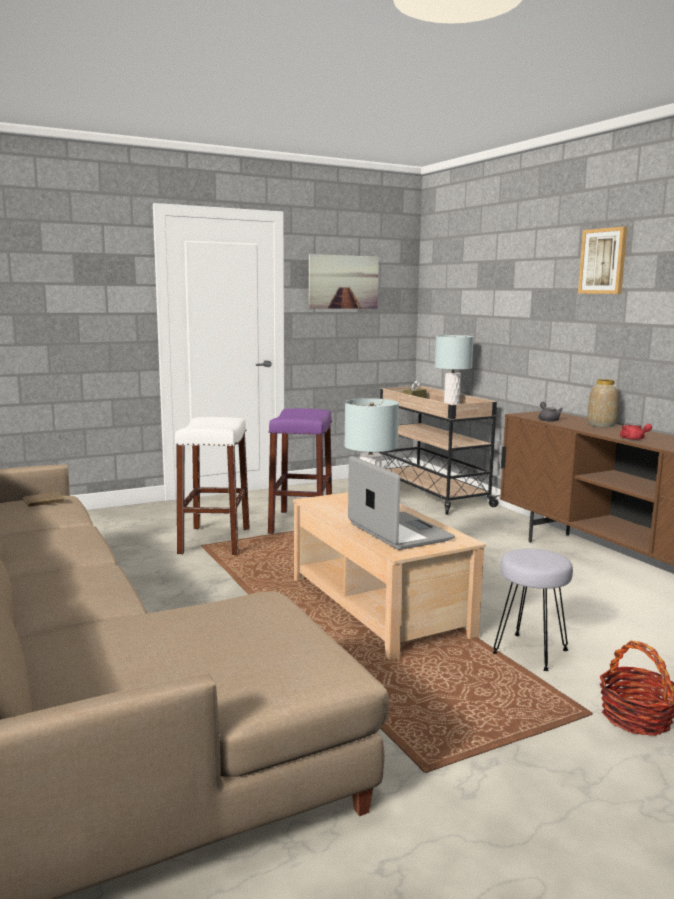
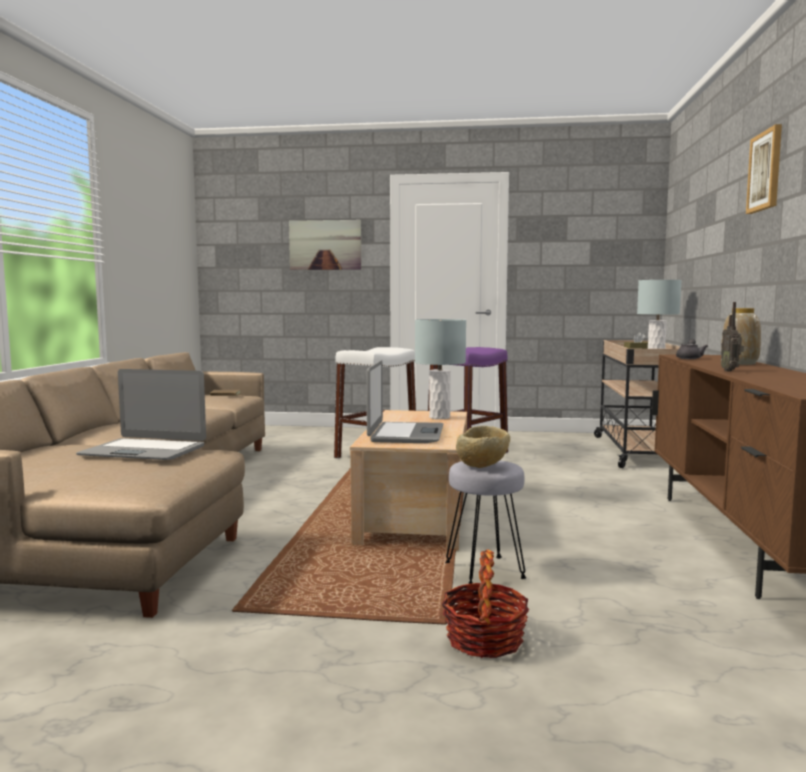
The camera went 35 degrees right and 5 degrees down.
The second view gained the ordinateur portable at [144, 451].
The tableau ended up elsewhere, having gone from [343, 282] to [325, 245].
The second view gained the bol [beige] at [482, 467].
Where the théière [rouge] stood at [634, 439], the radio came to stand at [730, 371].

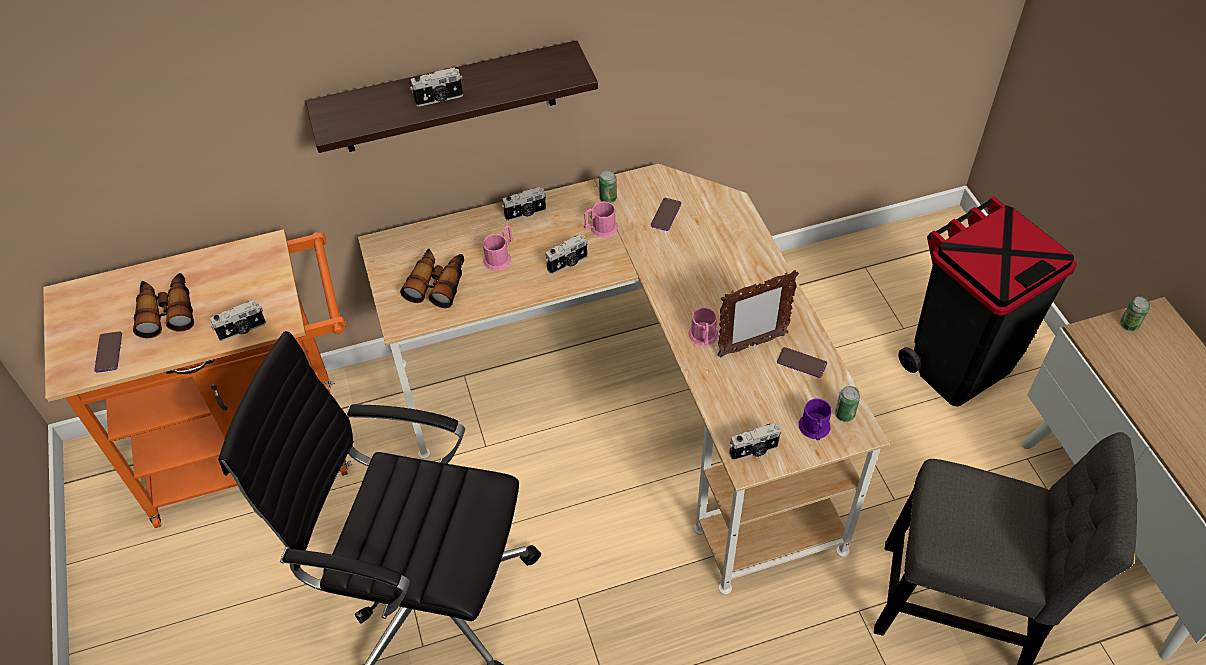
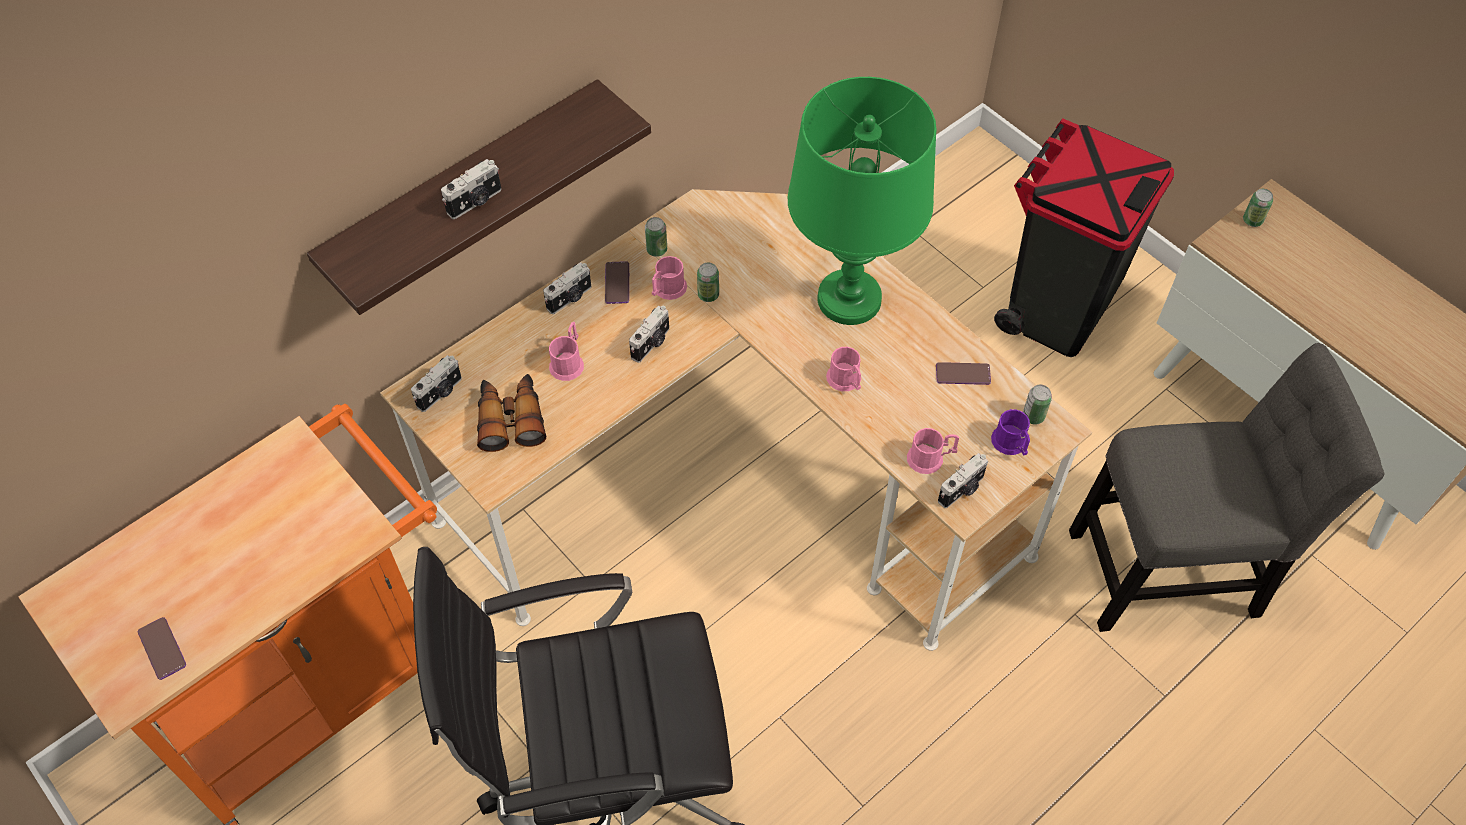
The camera went 25 degrees left and 5 degrees up.
The appareil photo ended up elsewhere, having gone from [242, 330] to [441, 393].
The téléphone ended up elsewhere, having gone from [666, 215] to [617, 283].
The second view gained the boîte métallique at [708, 295].
The second view gained the lampe de table [vert] at [849, 299].
The second view gained the mug [rose] at [930, 458].
The second view lost the jumelles at [167, 310].
The second view lost the cadre photo at [751, 345].

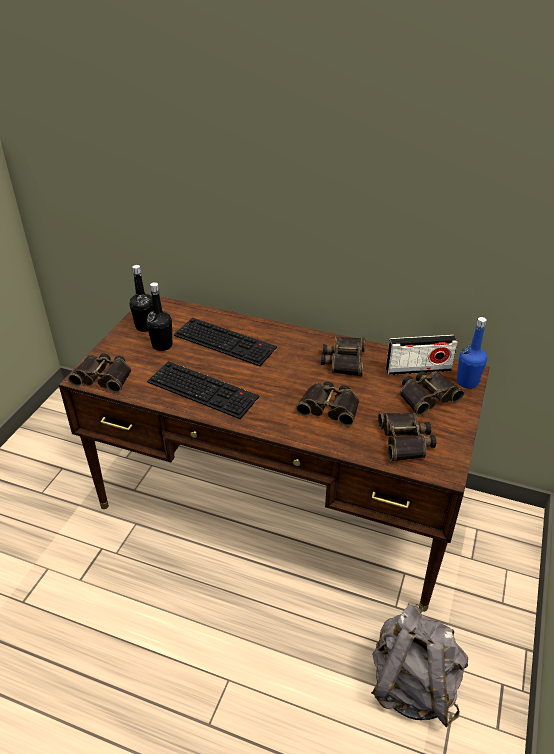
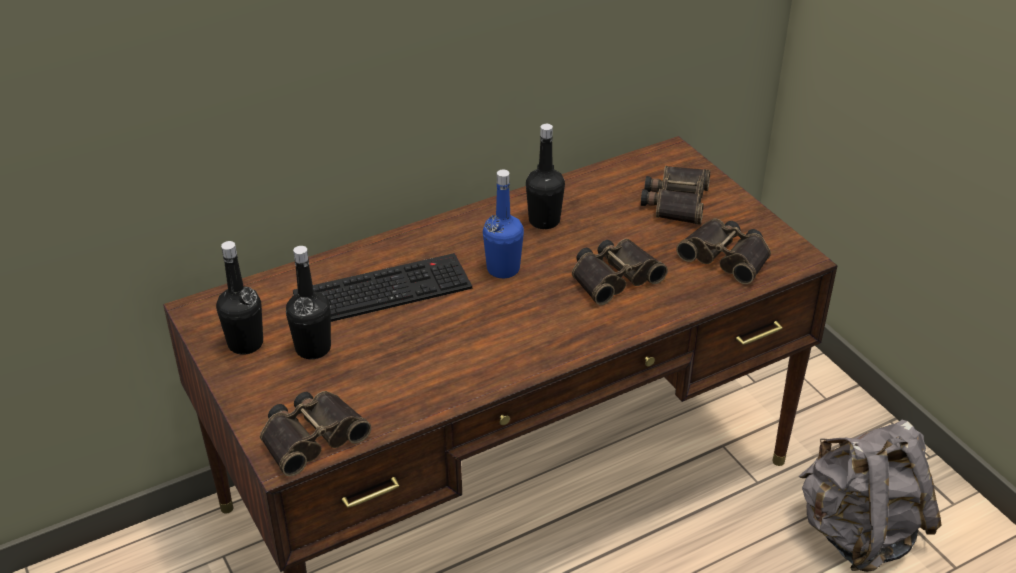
The camera went 50 degrees left and 0 degrees up.
The bouteille [bleu] ended up elsewhere, having gone from [467, 382] to [503, 269].
Where the jumelles stood at [343, 360], the bouteille [noir] came to stand at [544, 221].
The second view lost the clavier at [204, 389].
The second view lost the radio at [418, 369].

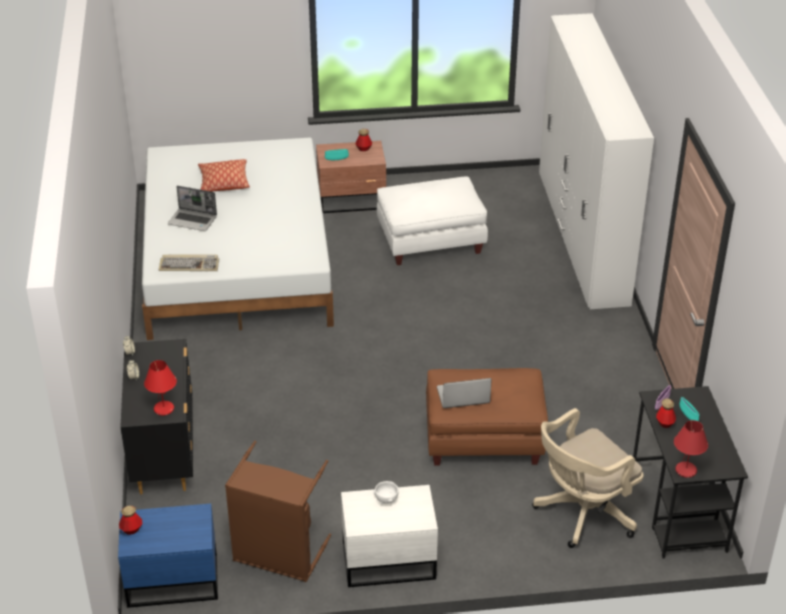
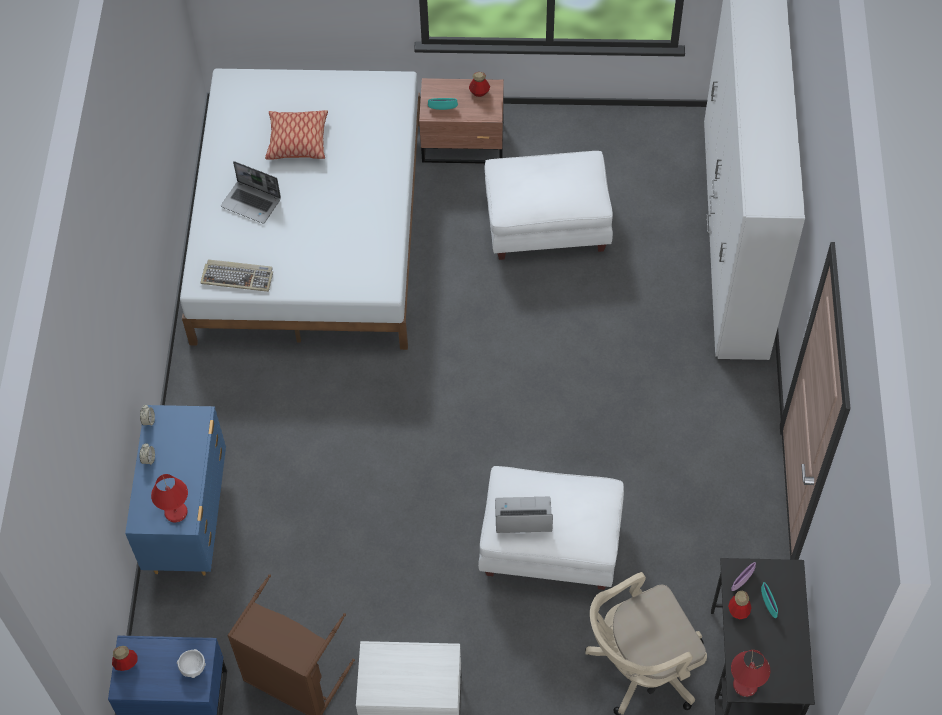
The camera went 10 degrees right and 20 degrees up.
What was the commode [noir] at [164, 453] turned into the commode [bleu] at [189, 518].
The bol [blanc] ended up elsewhere, having gone from [386, 499] to [193, 667].
What was the pouf [marron] at [483, 440] turned into the pouf [blanc] at [549, 545].

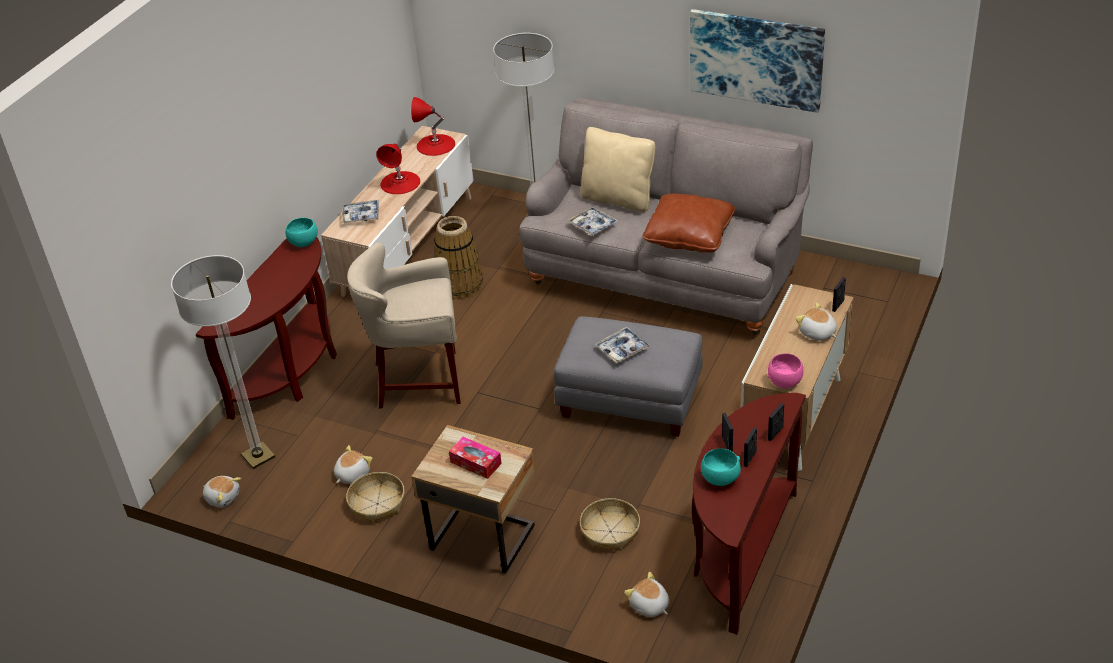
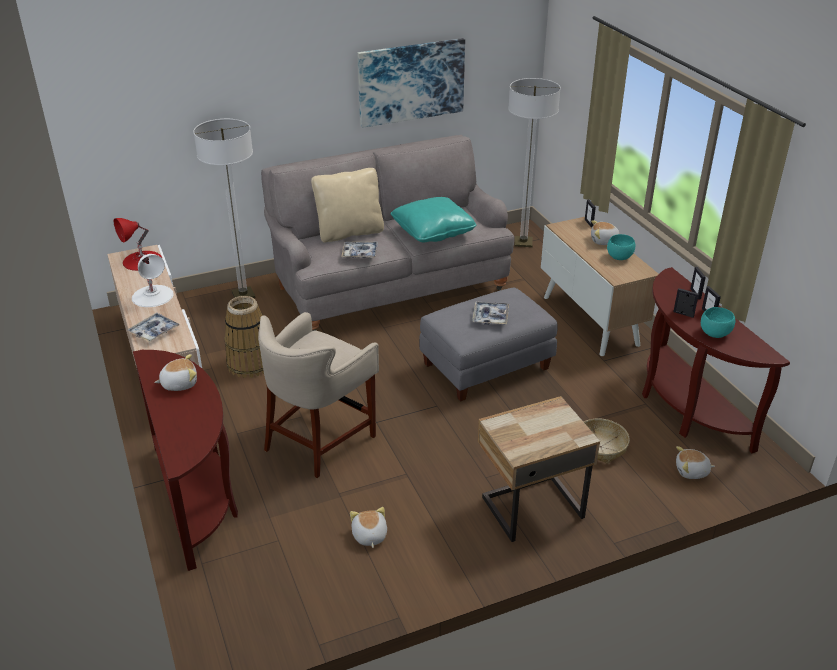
The camera went 50 degrees left and 5 degrees down.
What was the lampe de table [rouge] at [400, 182] turned into the lampe de table [blanc] at [152, 296].
The peluche ended up elsewhere, having gone from [223, 497] to [179, 383].
What was the coussin [marron] at [689, 235] turned into the coussin [turquoise] at [433, 231].
The lampadaire ended up elsewhere, having gone from [258, 456] to [523, 242].
The bol [turquoise] ended up elsewhere, having gone from [303, 243] to [619, 257].
The second view lost the panier at [377, 504].
The second view lost the boîte à mouchoirs at [476, 463].
The second view lost the bol [rose] at [785, 382].

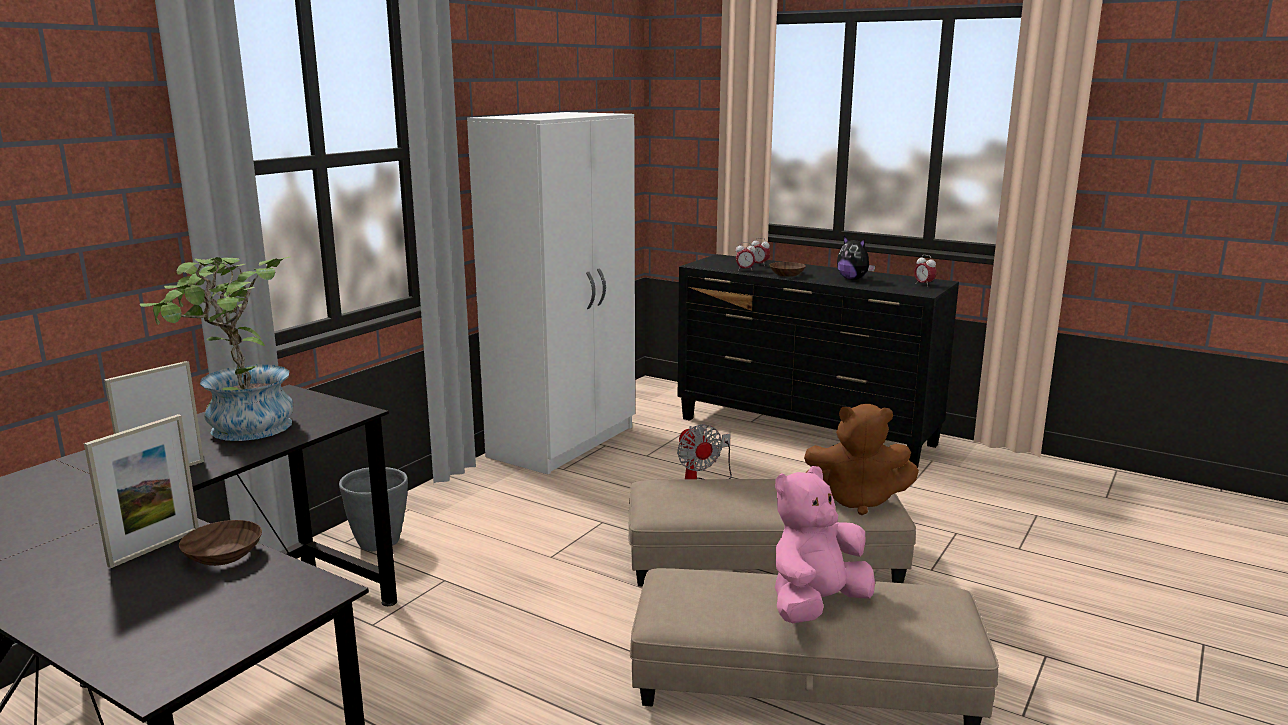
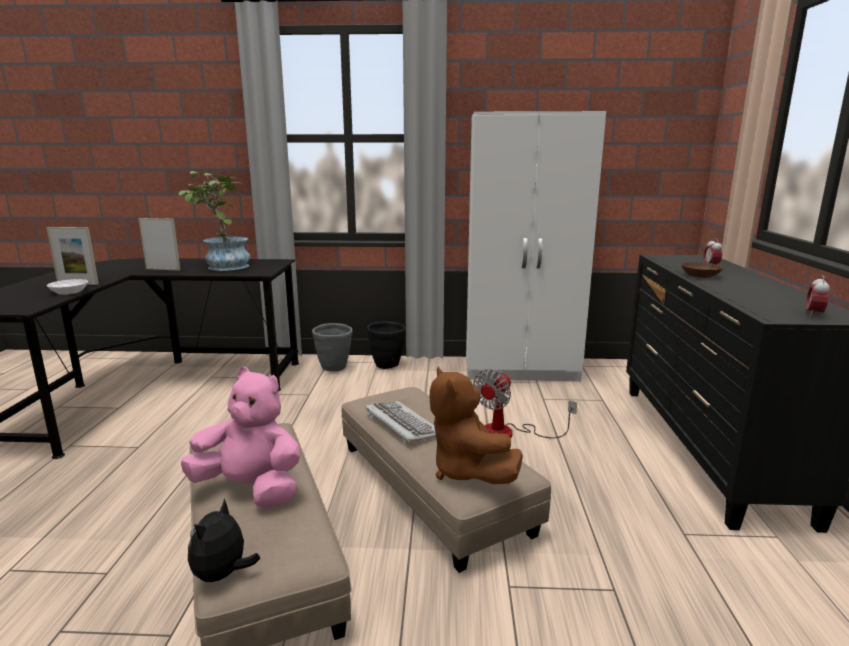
The camera went 60 degrees right and 0 degrees up.
What was the bol [marron] at [224, 554] turned into the bol [blanc] at [70, 292].
The peluche ended up elsewhere, having gone from [853, 279] to [223, 575].
The second view gained the clavier at [402, 424].
The second view gained the cache-pot [noir] at [387, 365].
The second view lost the réveil at [744, 270].

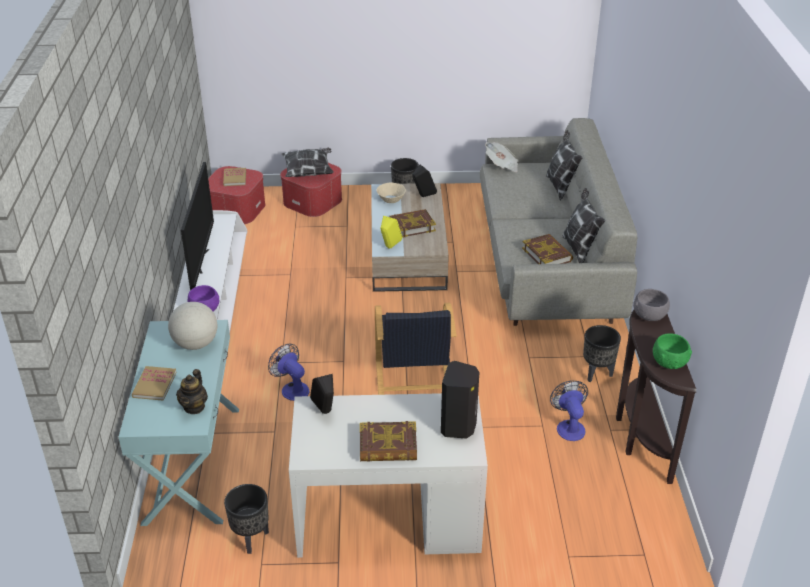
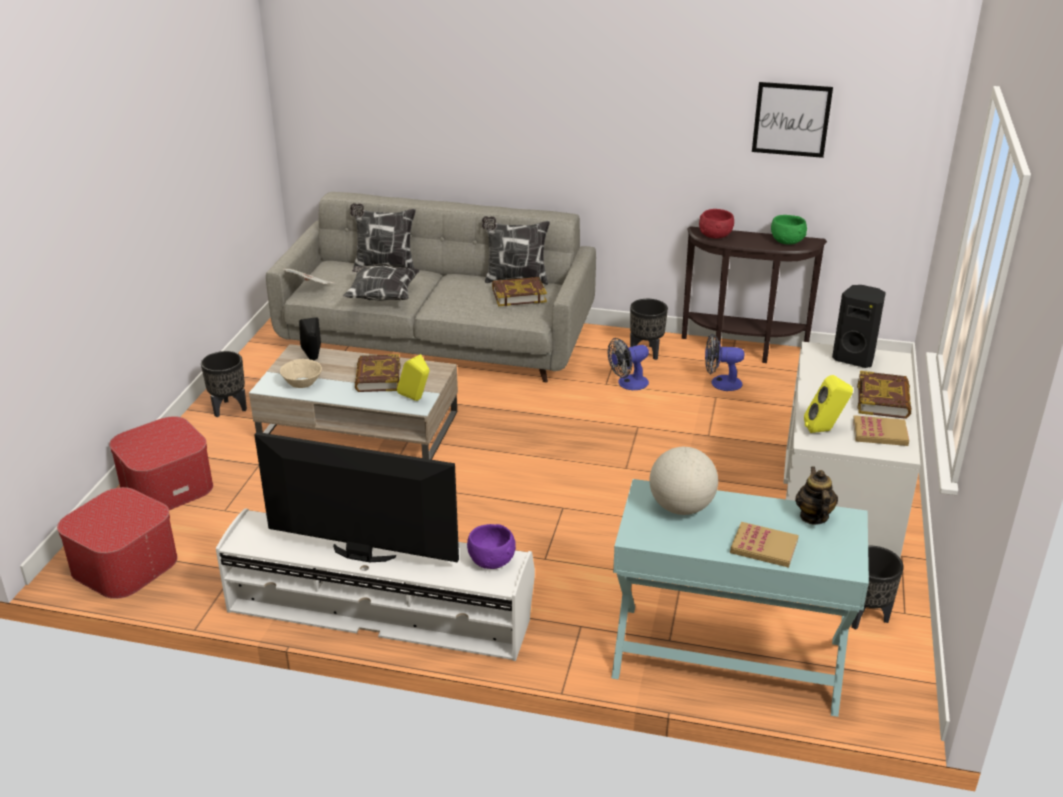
The camera went 75 degrees left and 5 degrees down.
The coussin ended up elsewhere, having gone from [309, 172] to [381, 296].
The ventilateur ended up elsewhere, having gone from [292, 388] to [628, 384].
What was the bol [gris] at [649, 316] turned into the bol [rouge] at [715, 235].
The second view gained the tableau at [791, 119].
The théière at [194, 407] ended up facing another way, 120 degrees counterclockwise from before.
What was the enceinte [noir] at [325, 412] turned into the enceinte [jaune] at [825, 430].
The livre ended up elsewhere, having gone from [234, 178] to [880, 433].
The second view lost the fauteuil [noir] at [413, 381].

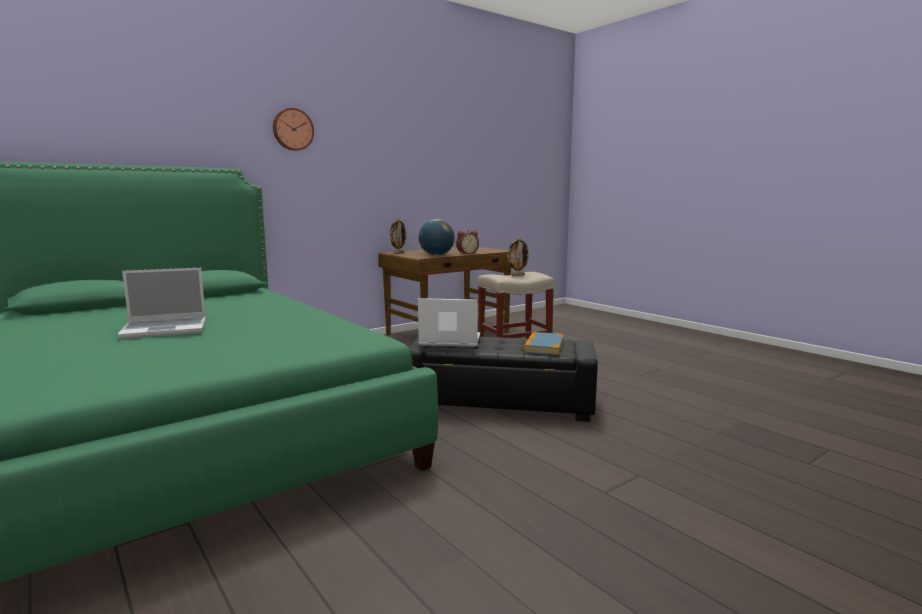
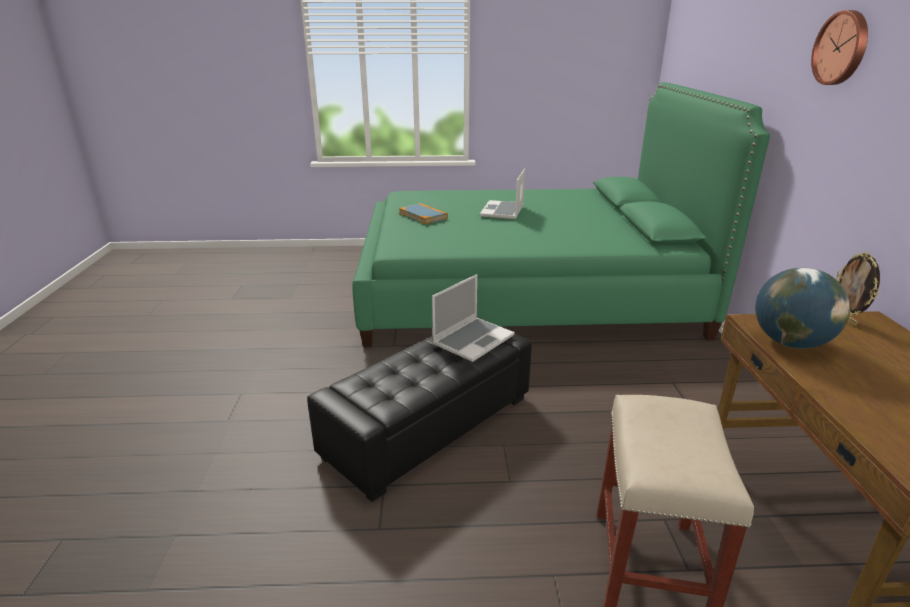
The camera went 125 degrees right and 15 degrees up.
The livre ended up elsewhere, having gone from [544, 346] to [423, 216].
The second view lost the réveil at [466, 253].
The second view lost the cadre photo at [517, 275].

